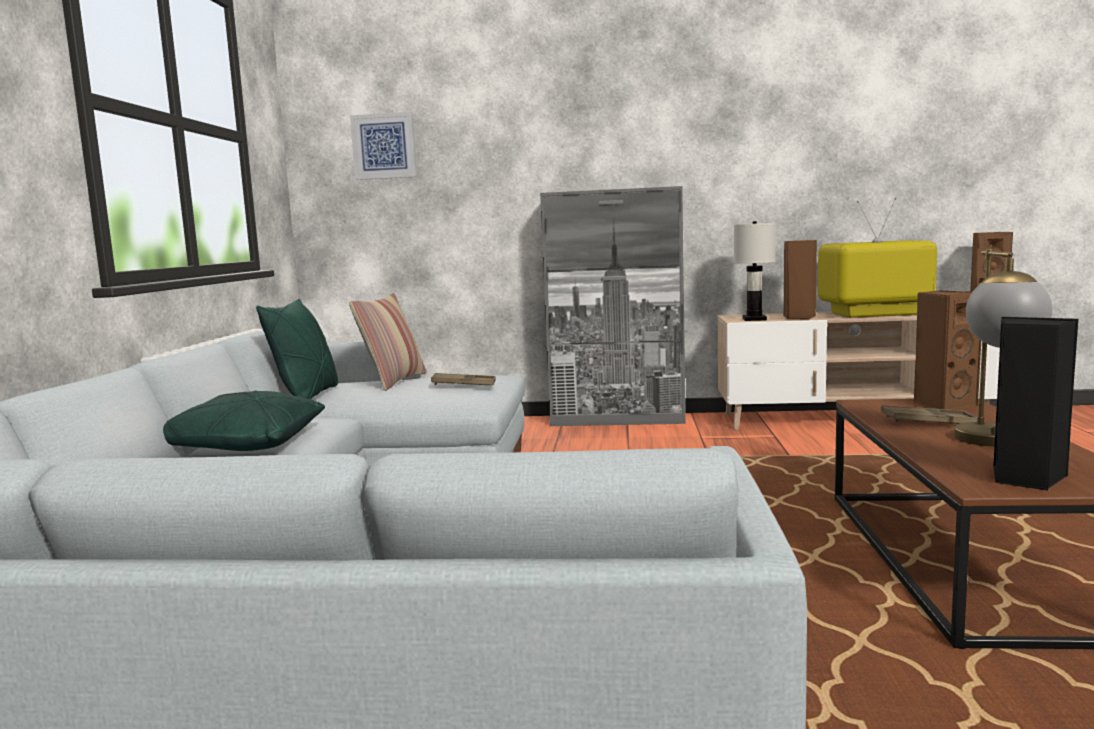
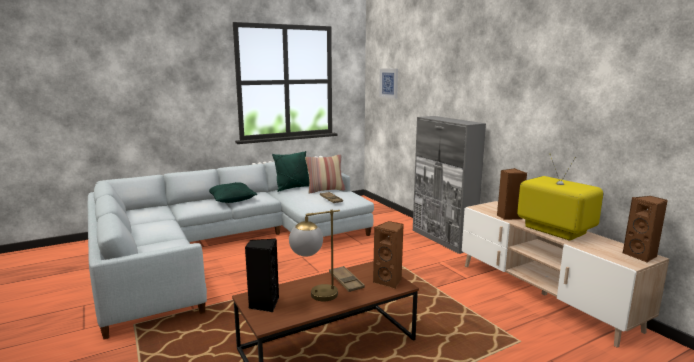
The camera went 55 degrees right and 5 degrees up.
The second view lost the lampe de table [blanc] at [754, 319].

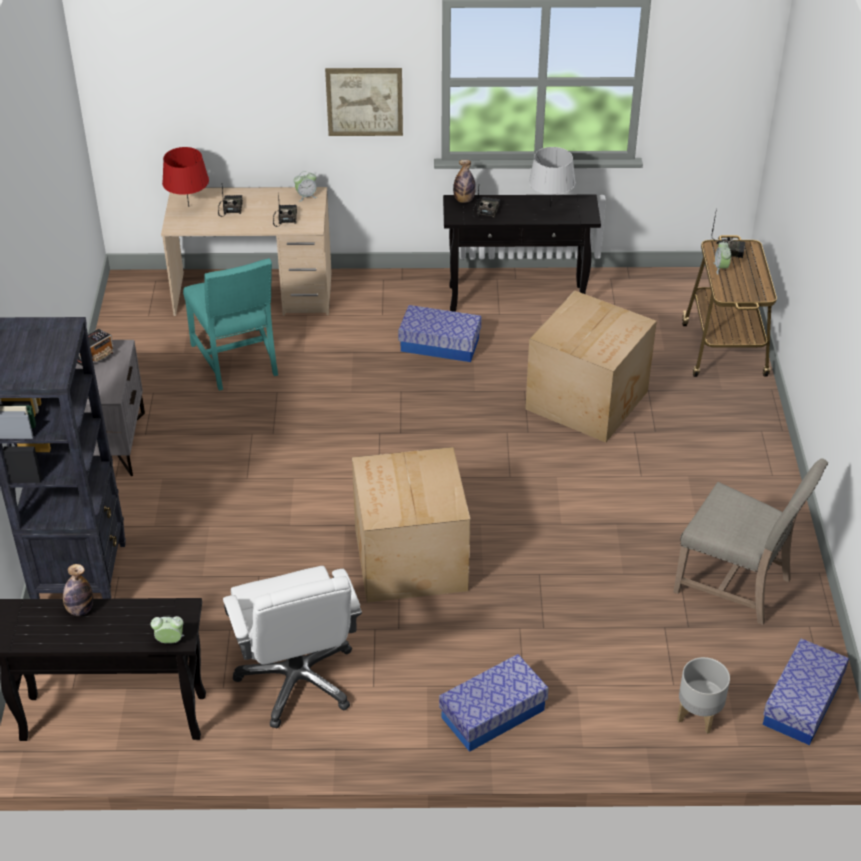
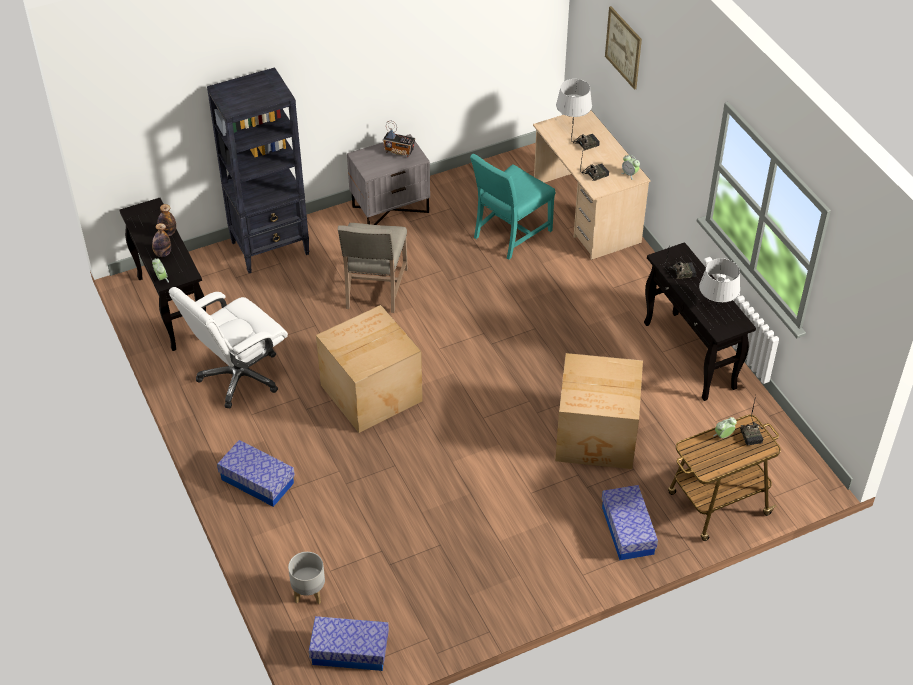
The camera went 65 degrees right and 5 degrees up.
The bouteille ended up elsewhere, having gone from [464, 200] to [163, 253].
The chaise [beige] ended up elsewhere, having gone from [736, 585] to [374, 290].
What was the lampe de table [rouge] at [189, 207] turned into the lampe de table [gris] at [572, 124].
The boîte de rangement ended up elsewhere, having gone from [440, 344] to [627, 530].
The tableau ended up elsewhere, having gone from [364, 101] to [623, 47].

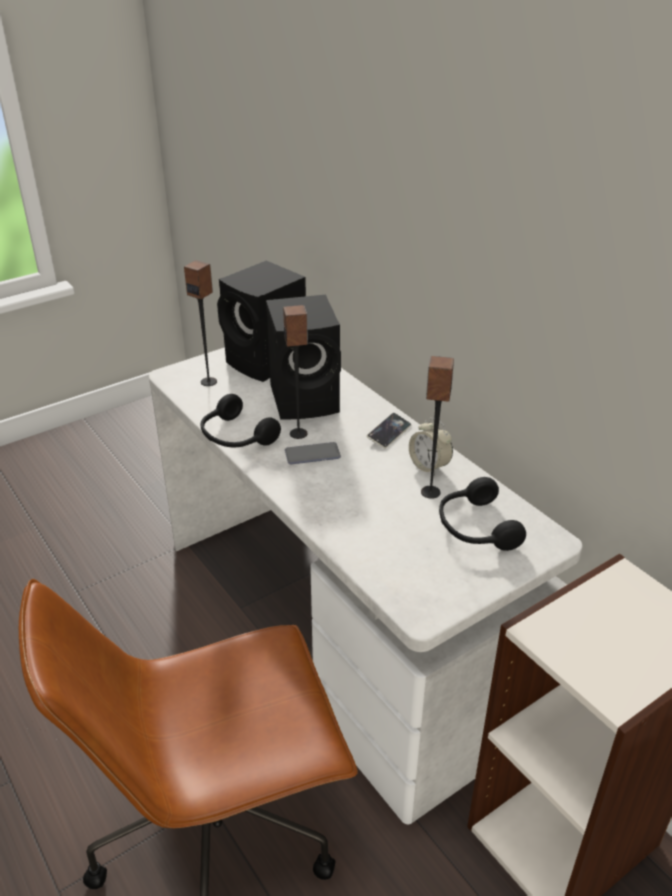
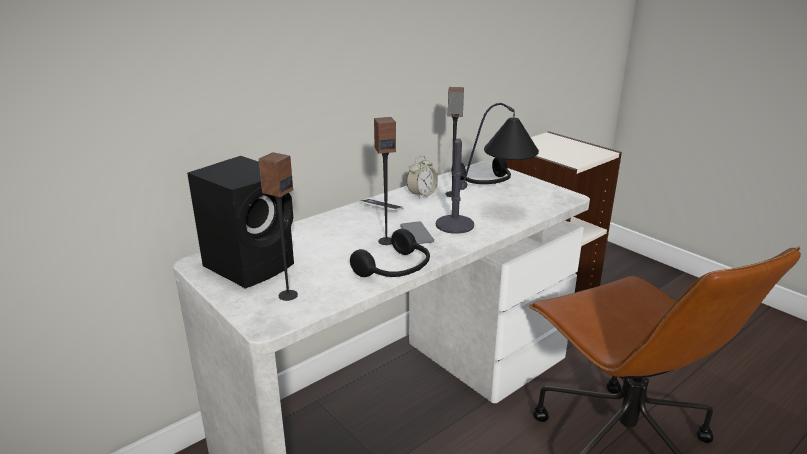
The camera went 95 degrees left and 10 degrees down.
The second view gained the lampe de table at [487, 216].
The second view lost the enceinte [noir] at [307, 399].

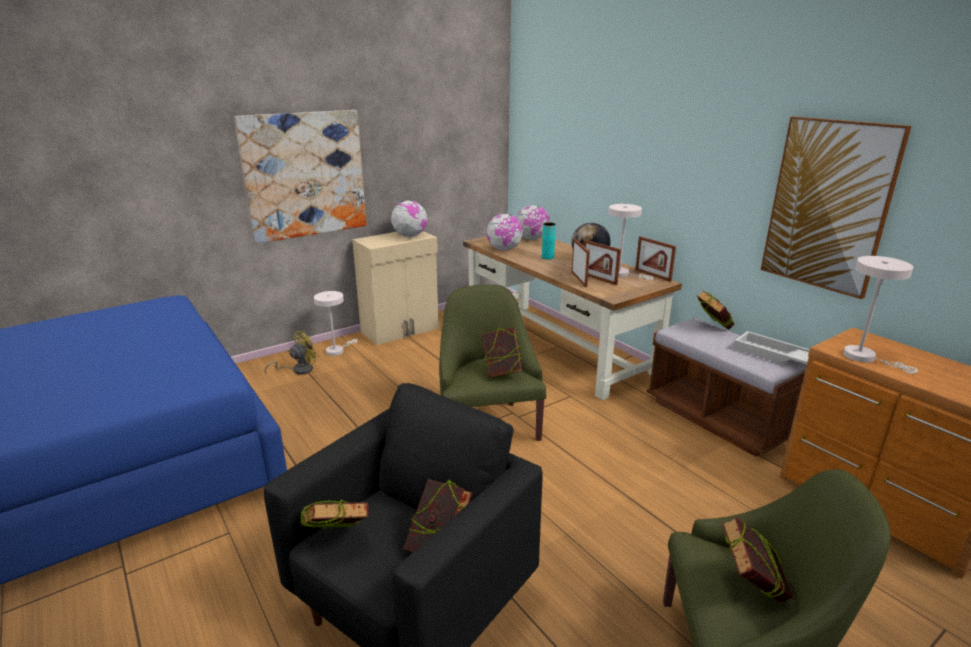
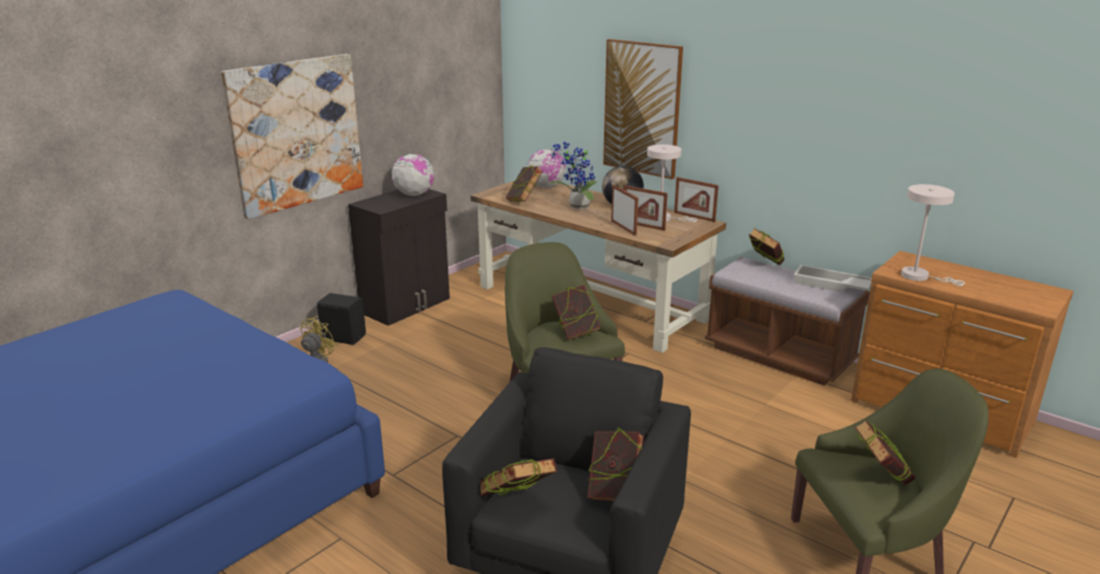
The camera went 15 degrees left and 0 degrees up.
Where the lampe de table [blanc] stood at [337, 350], the enceinte [noir] came to stand at [343, 337].
What was the meuble de rangement [beige] at [401, 330] turned into the meuble de rangement [noir] at [407, 305].
Where the globe stood at [504, 249], the livre came to stand at [524, 201].
Where the vase [turquoise] stood at [547, 257], the plante en pot came to stand at [576, 207].
The tableau ended up elsewhere, having gone from [828, 206] to [642, 108].

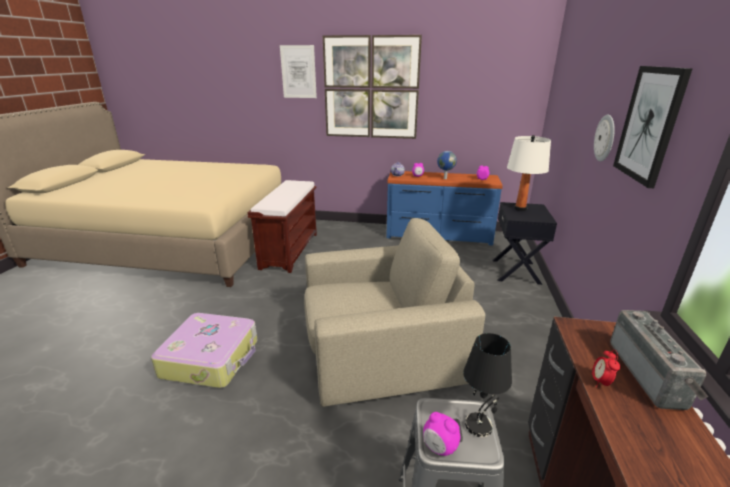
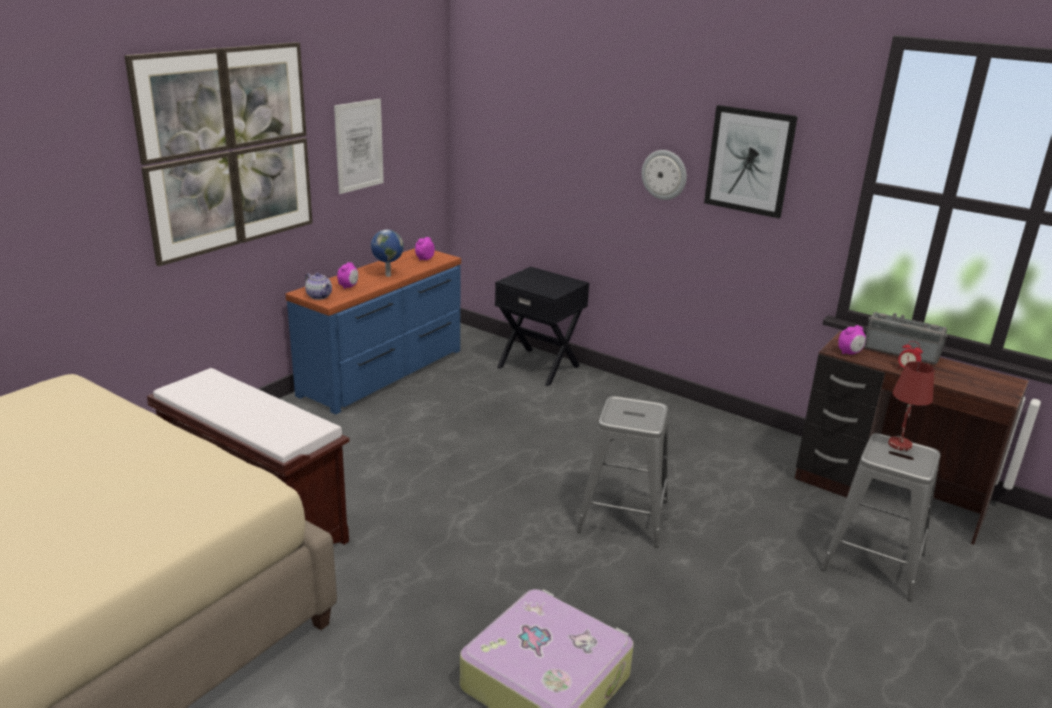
The camera went 65 degrees left and 0 degrees up.
The tableau ended up elsewhere, having gone from [298, 72] to [359, 145].
Where the fauteuil [beige] stood at [380, 348], the tabouret [gris] came to stand at [622, 517].
The réveil ended up elsewhere, having gone from [439, 448] to [849, 353].
What was the lampe de table [noir] at [479, 425] turned into the lampe de table [rouge] at [899, 444].
The second view lost the lampe de table [blanc] at [520, 208].

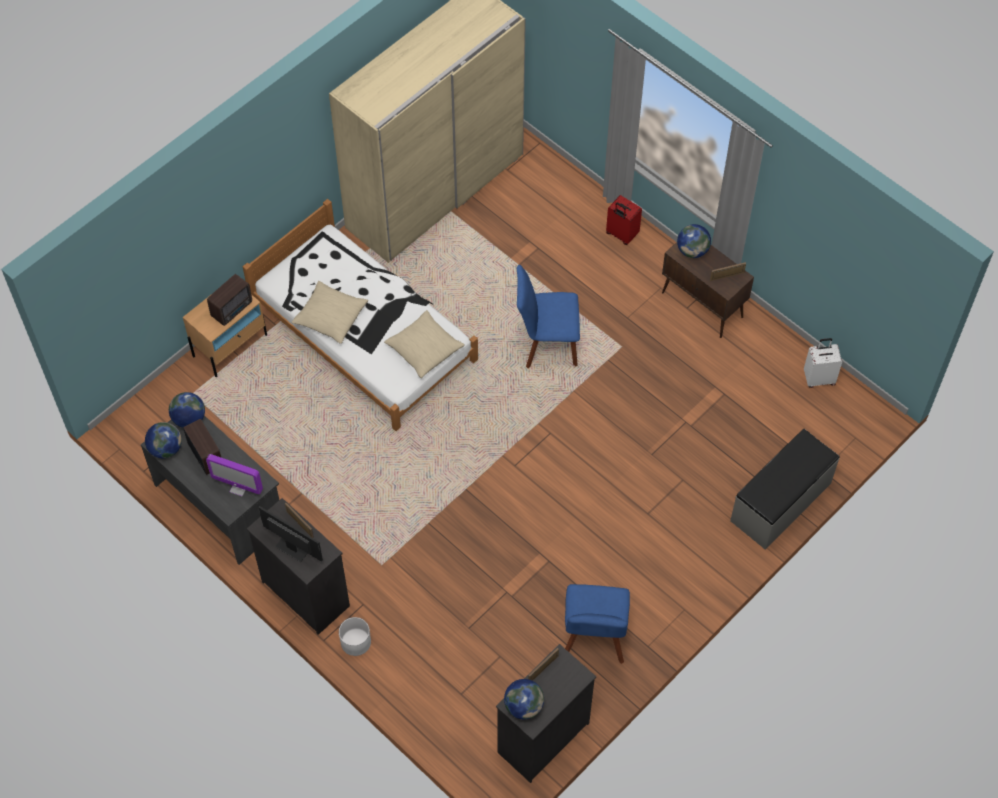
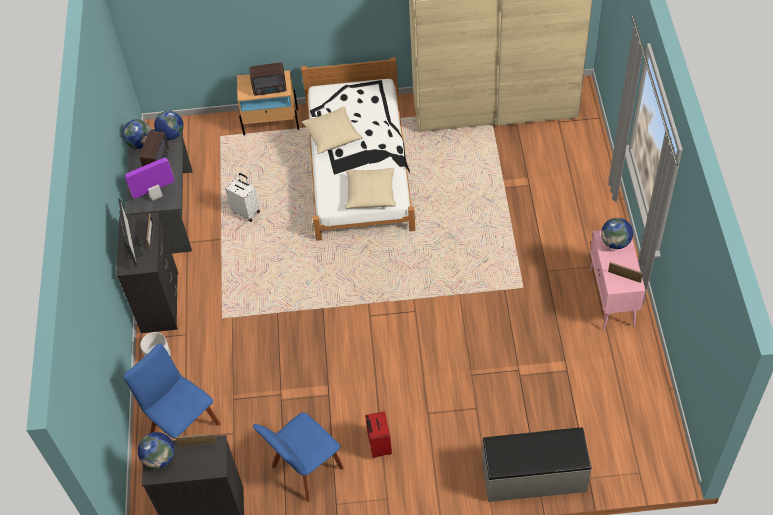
The camera went 45 degrees right and 5 degrees down.
The chaise [bleu] ended up elsewhere, having gone from [546, 344] to [183, 426].
The écran d'ordinateur at [239, 488] ended up facing another way, 90 degrees clockwise from before.
The valise [blanc] ended up elsewhere, having gone from [819, 378] to [246, 211].
The valise [rouge] ended up elsewhere, having gone from [621, 234] to [379, 446].
What was the meuble de rangement [marron] at [703, 305] turned into the meuble de rangement [rose] at [612, 298].

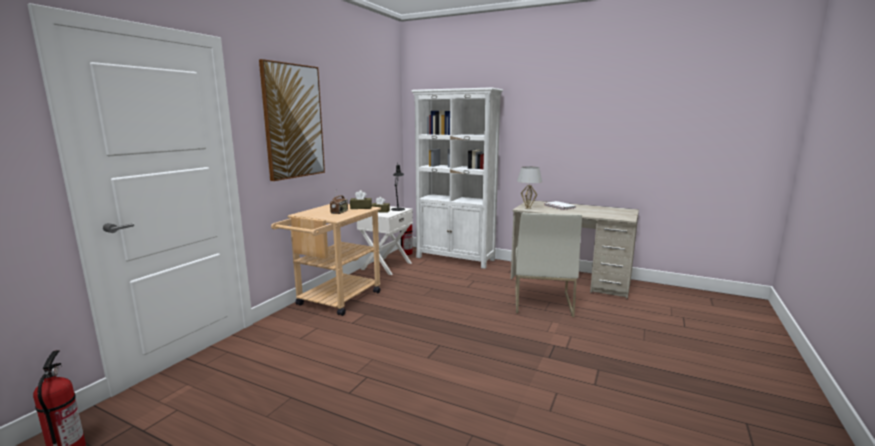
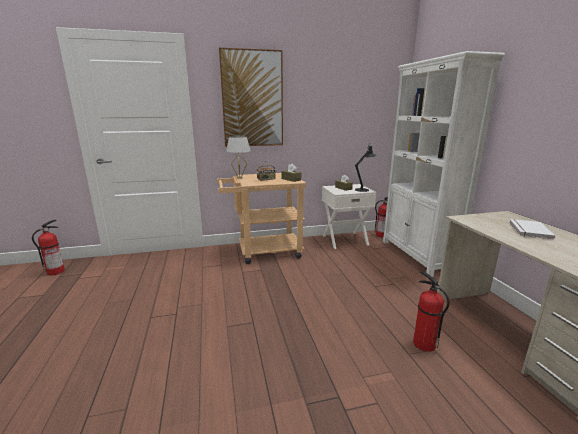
The camera went 50 degrees right and 5 degrees up.
The lampe de table [blanc] ended up elsewhere, having gone from [528, 208] to [239, 178].
Where the chaise [blanc] stood at [542, 302], the extincteur came to stand at [423, 343].

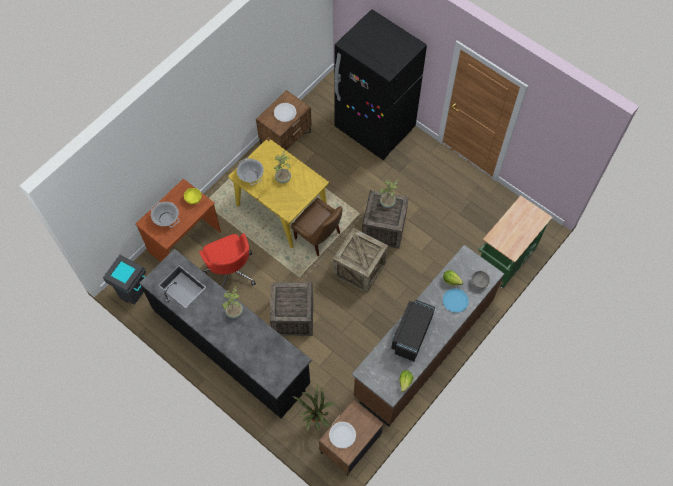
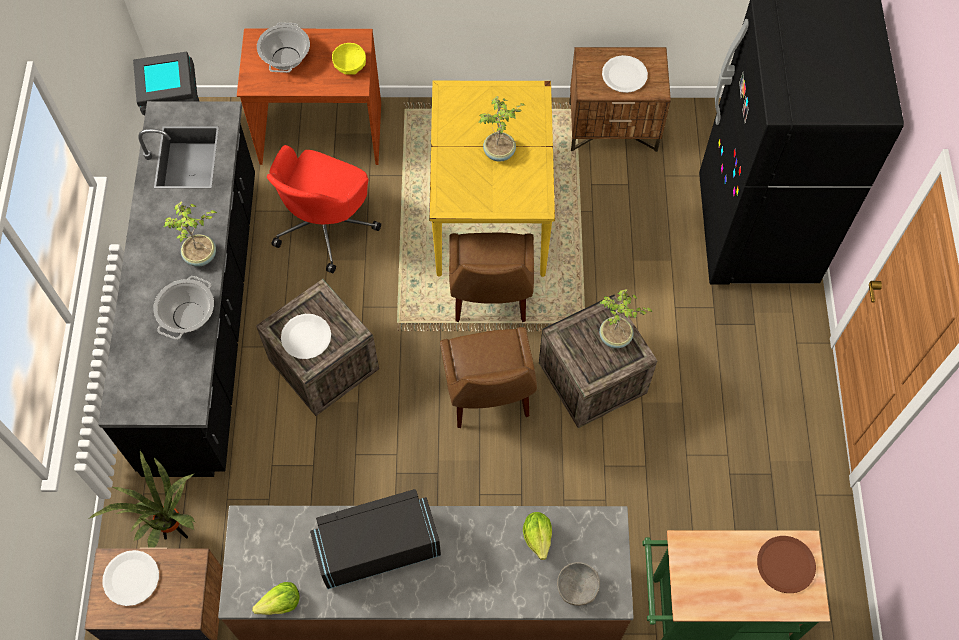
The camera went 50 degrees right and 0 degrees up.
The marmite ended up elsewhere, having gone from [251, 175] to [188, 316].
The second view gained the assiette [blanc] at [306, 337].
Where the caisse stood at [359, 268], the chaise [marron] came to stand at [488, 396].
The second view gained the assiette [marron] at [785, 565].
The second view lost the assiette [bleu] at [455, 300].

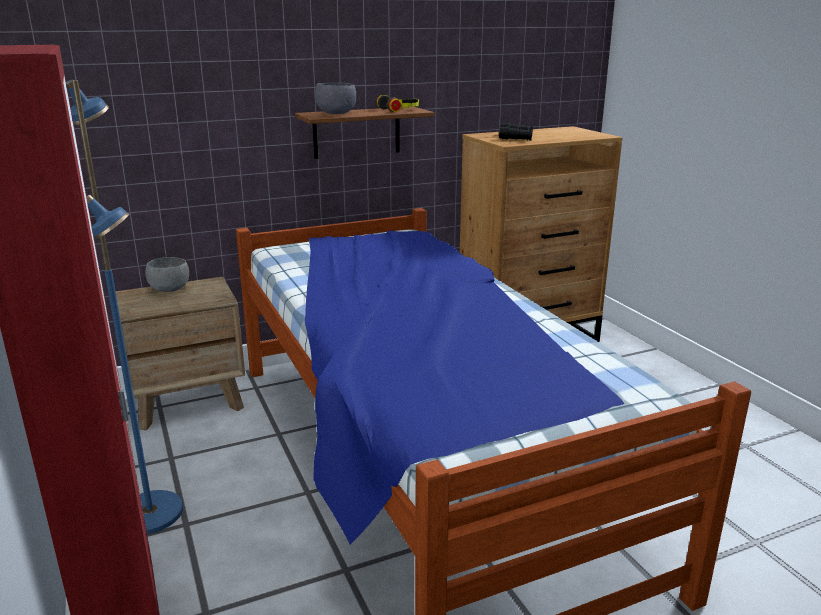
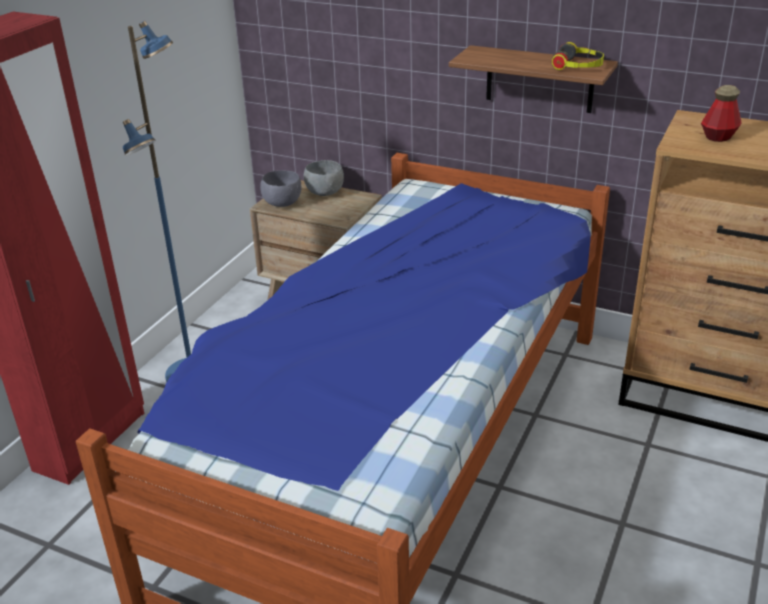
The camera went 50 degrees right and 10 degrees up.
The bol [gris] ended up elsewhere, having gone from [336, 114] to [283, 203].
Where the jumelles [noir] stood at [516, 138], the bouteille came to stand at [718, 137].

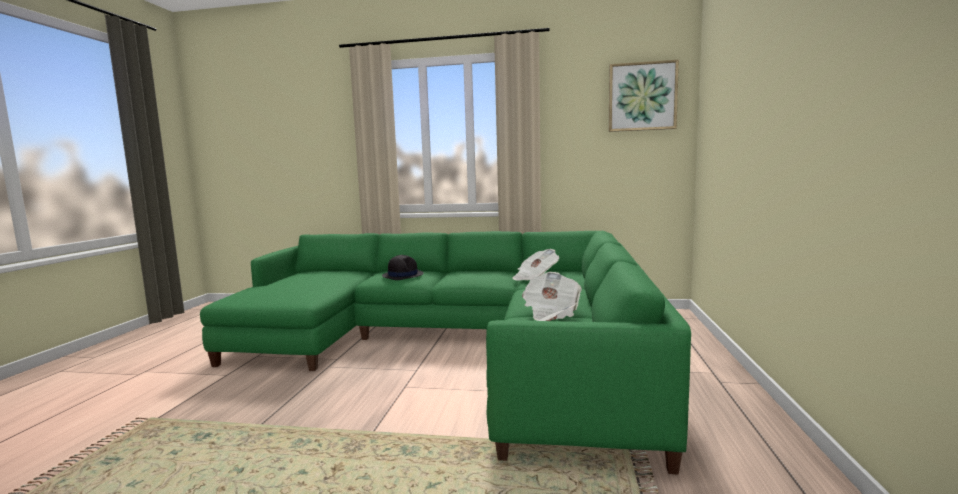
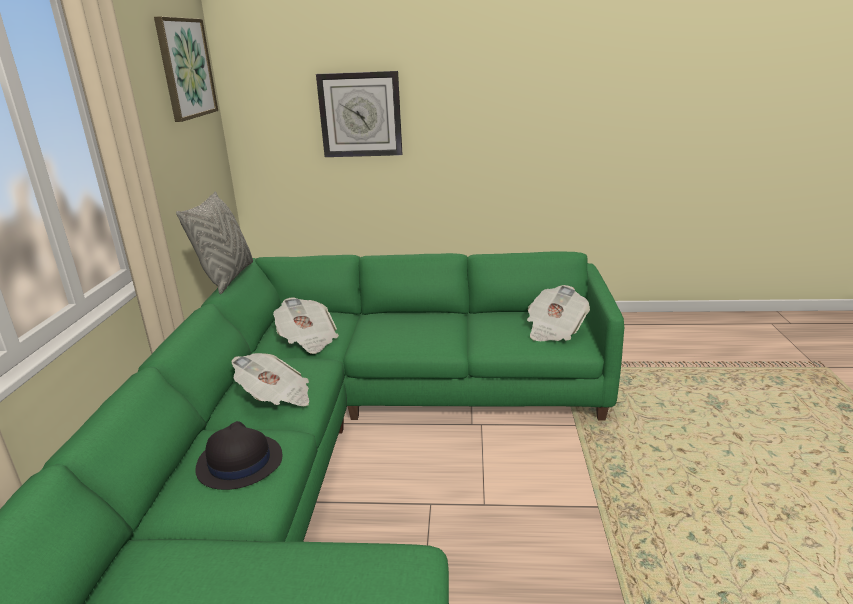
The camera went 95 degrees left and 15 degrees up.
The second view gained the coussin [gris] at [227, 278].
The journal ended up elsewhere, having gone from [550, 312] to [276, 397].
The second view gained the horloge murale at [360, 115].

